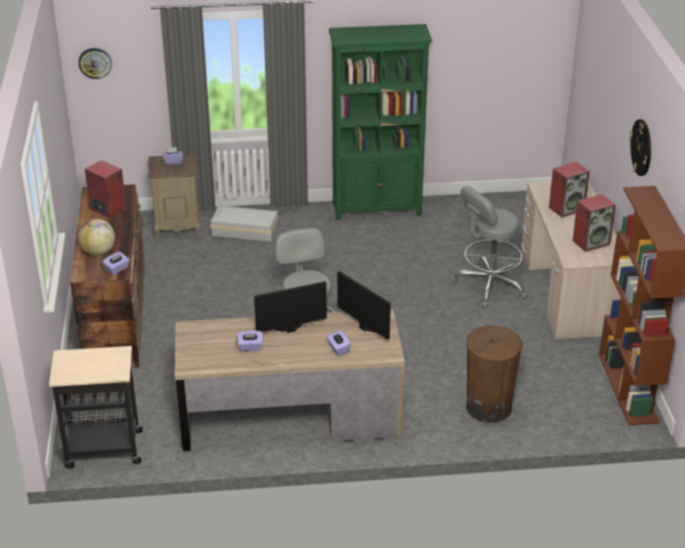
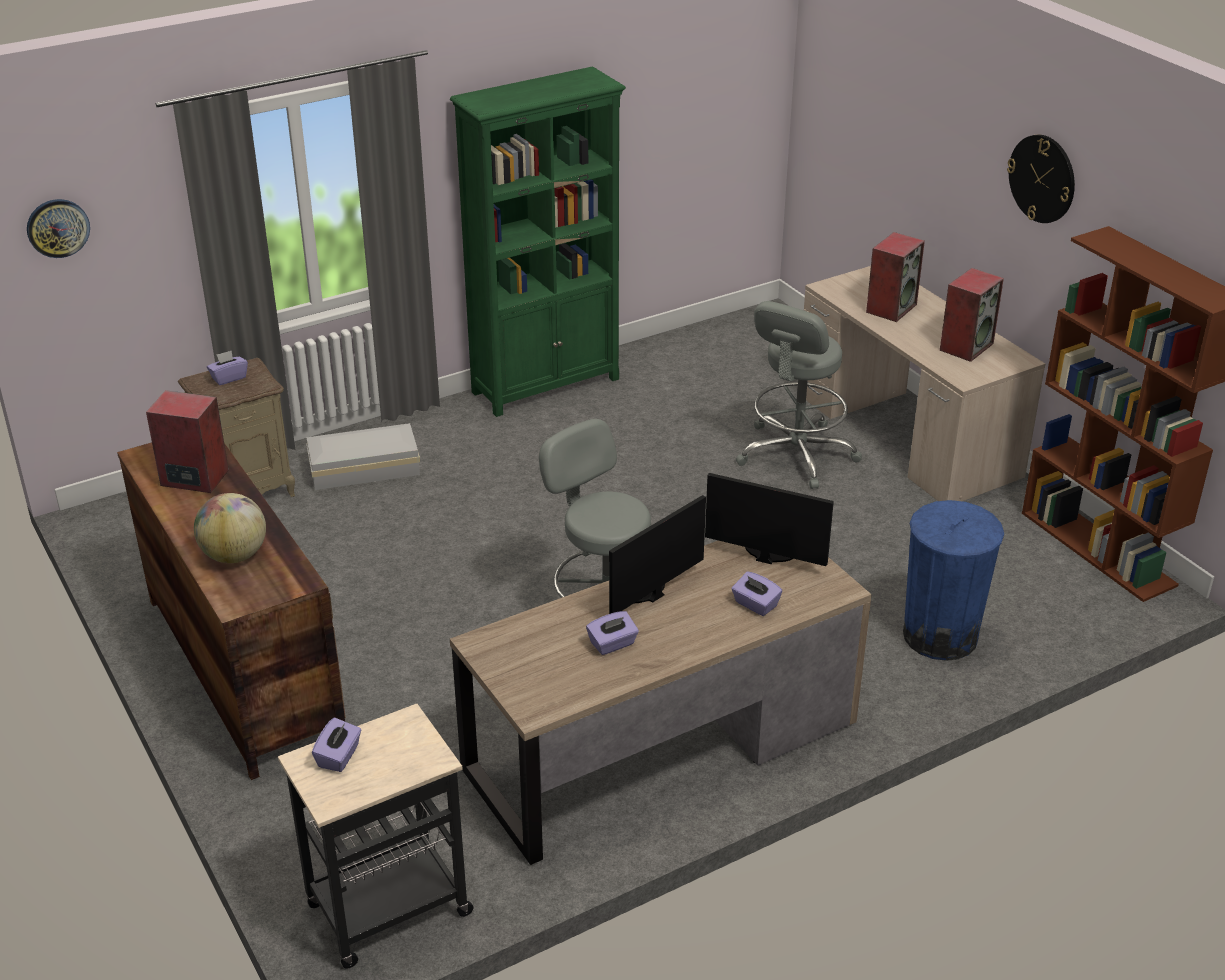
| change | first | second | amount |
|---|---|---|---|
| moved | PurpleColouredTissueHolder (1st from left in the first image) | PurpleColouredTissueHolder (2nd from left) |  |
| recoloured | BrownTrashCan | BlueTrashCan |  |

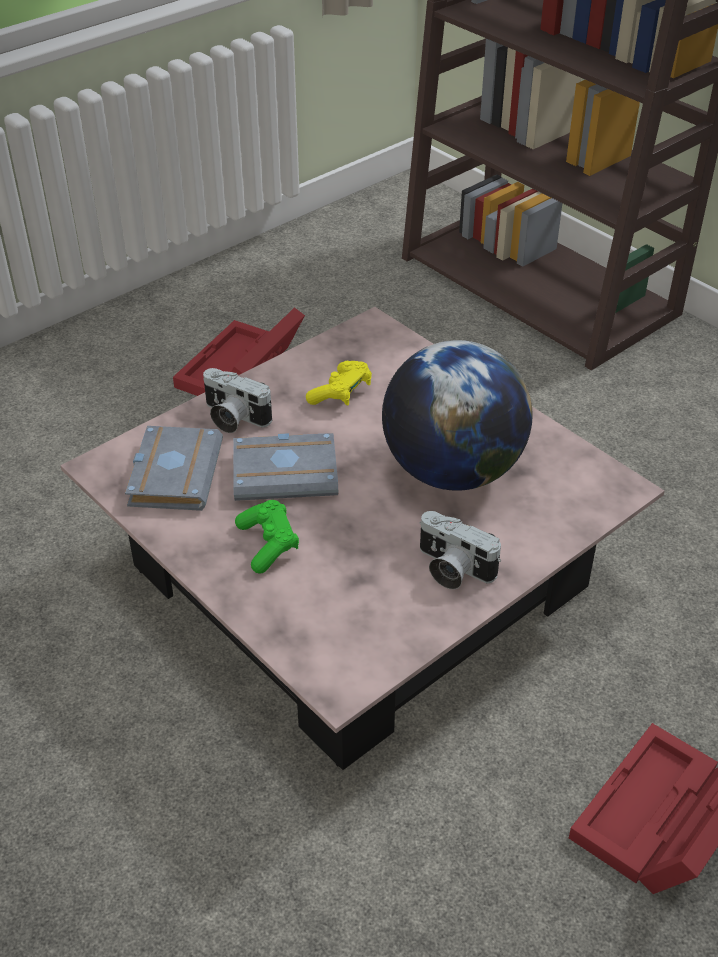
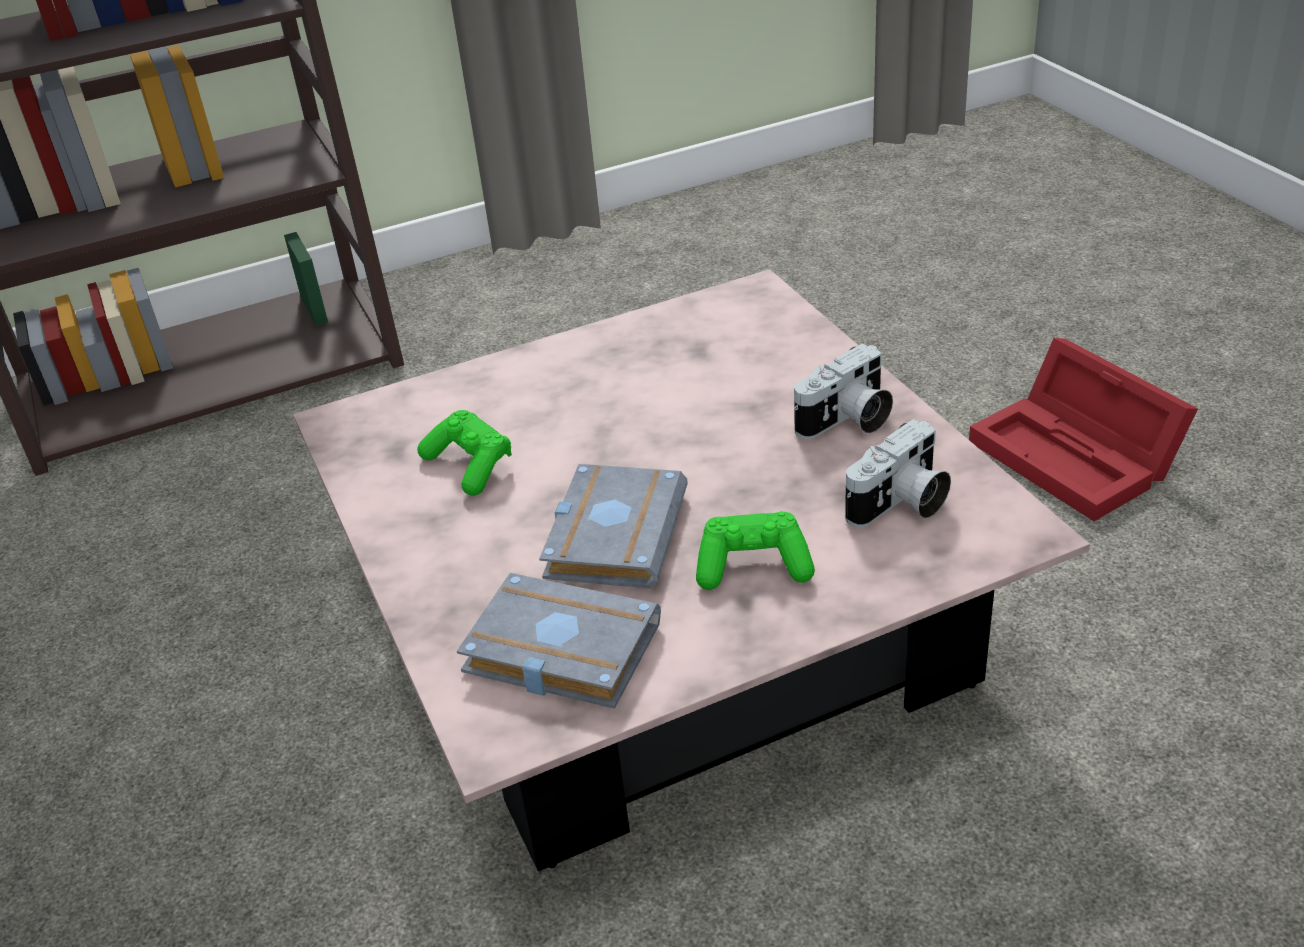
| change | first | second | amount |
|---|---|---|---|
| removed | RedColouredStorageContainer (1st from left) |  |  |
| removed | Globe |  |  |
| recoloured | YellowColouredJoypad | GreenishJoypad (1st from left) |  |
| moved | StillCamera (1st from left in the first image) | StillCamera (2nd from left) |  |

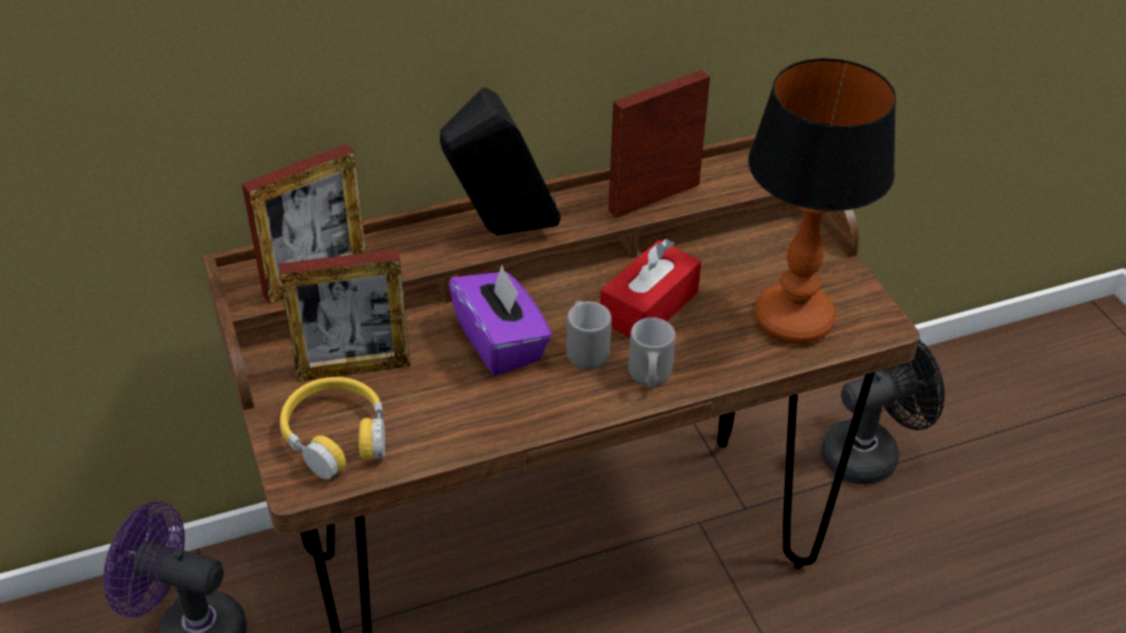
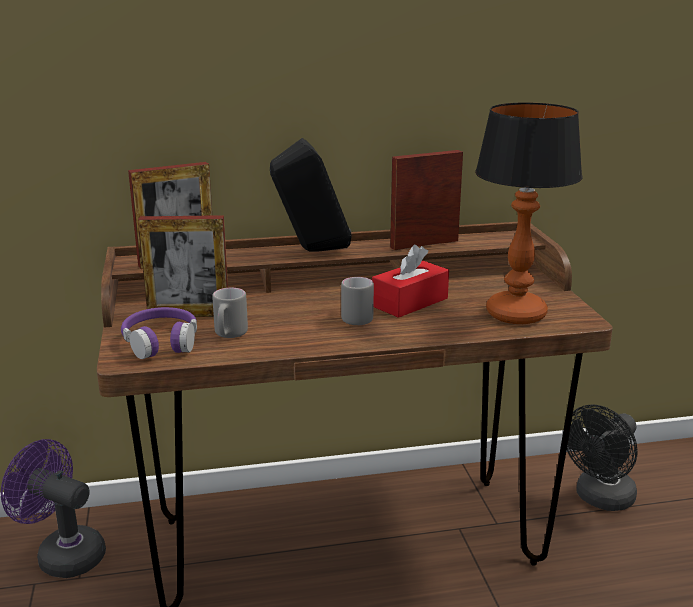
| change | first | second | amount |
|---|---|---|---|
| removed | PurpleColouredTissueHolder |  |  |
| moved | GreyMug (2nd from left in the first image) | GreyMug (1st from left) |  |
| turned | BlackCoolingFan |  | 150 degrees clockwise |
| recoloured | YellowColouredHeadset | PurpleColouredHeadset |  |

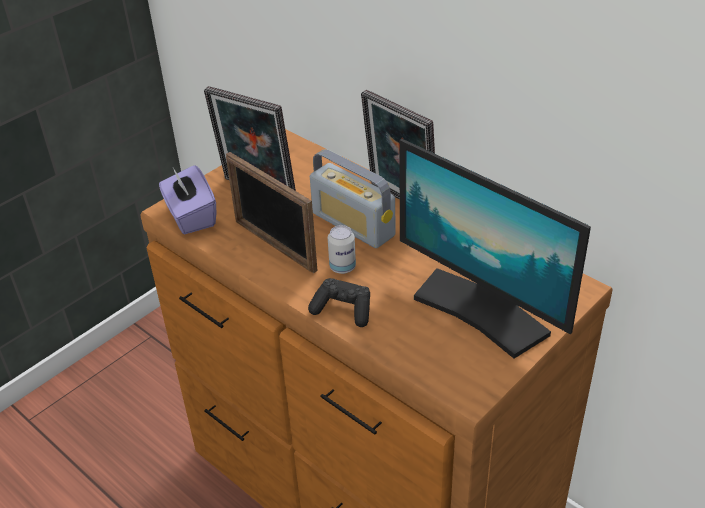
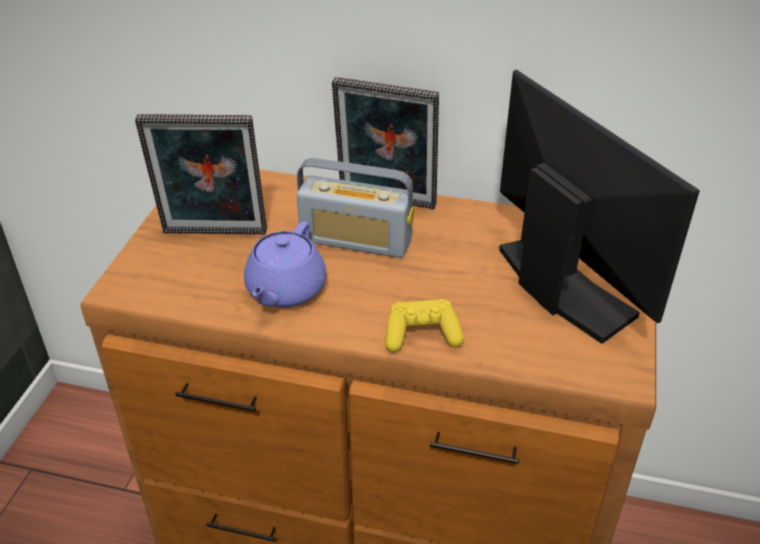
| change | first | second | amount |
|---|---|---|---|
| turned | Monitor |  | 135 degrees counterclockwise |
| replaced | PictureFrame (2nd from left) | PurpleColouredTeaPot |  |
| removed | PurpleColouredTissueHolder |  |  |
| removed | Can |  |  |
| recoloured | BlackJoypad | YellowColouredJoypad |  |

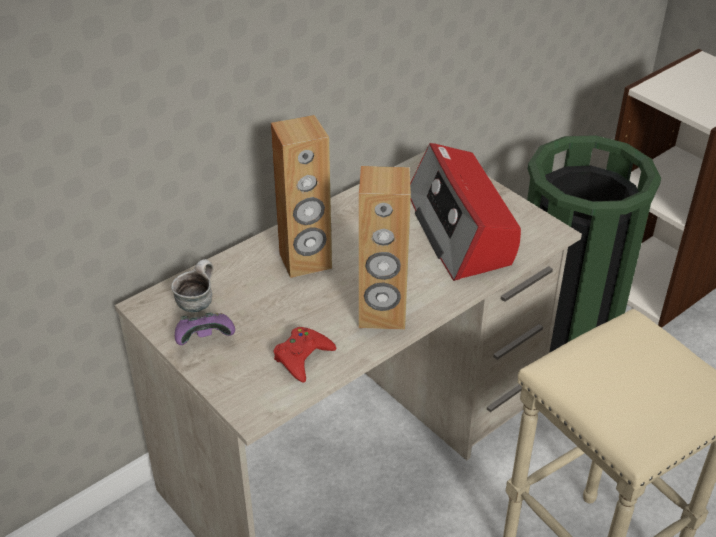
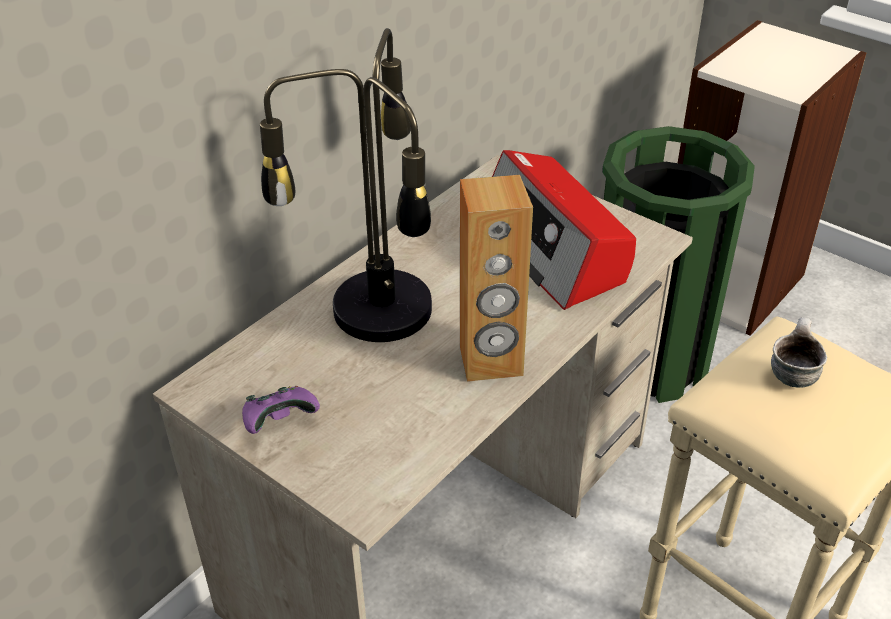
| change | first | second | amount |
|---|---|---|---|
| replaced | BrownSpeaker (1st from left) | TableLamp |  |
| moved | Mug |  |  |
| removed | RedColouredJoypad |  |  |

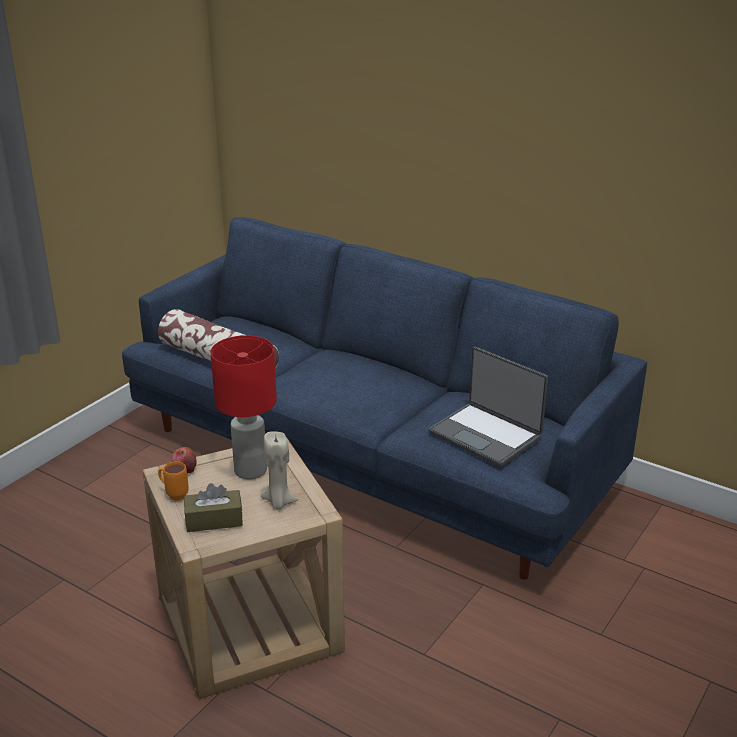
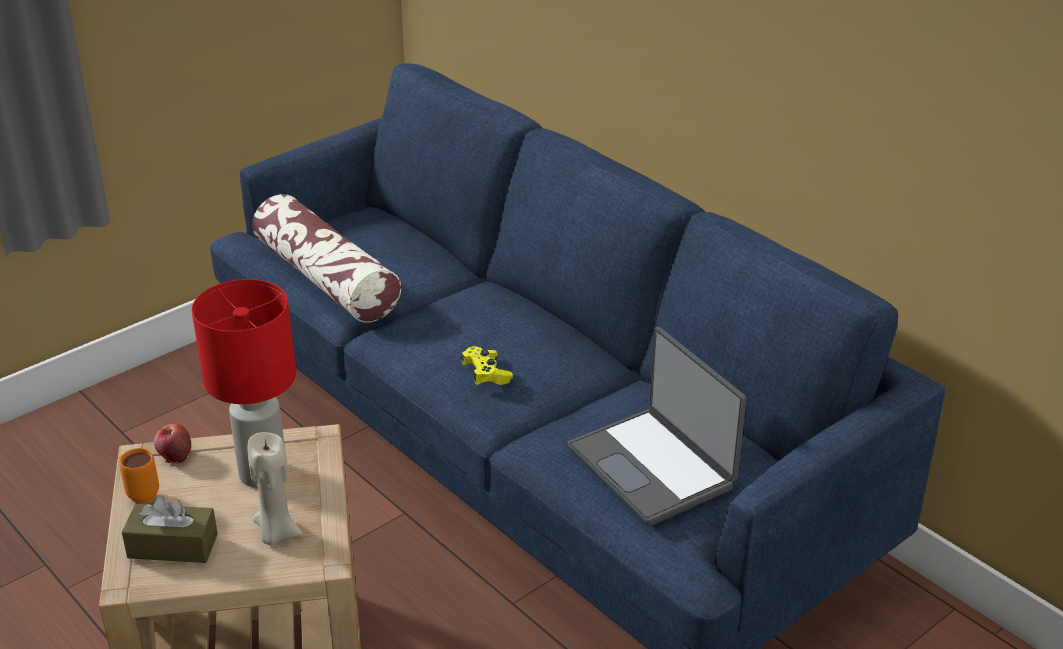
| change | first | second | amount |
|---|---|---|---|
| added |  | YellowColouredJoypad |  |

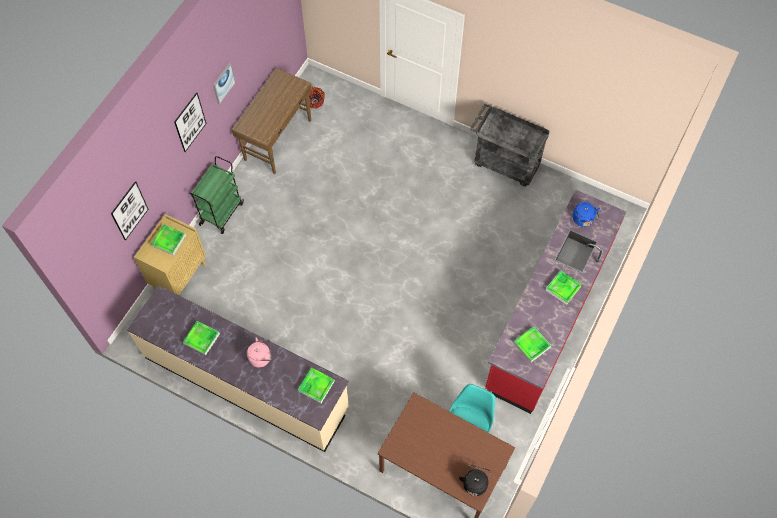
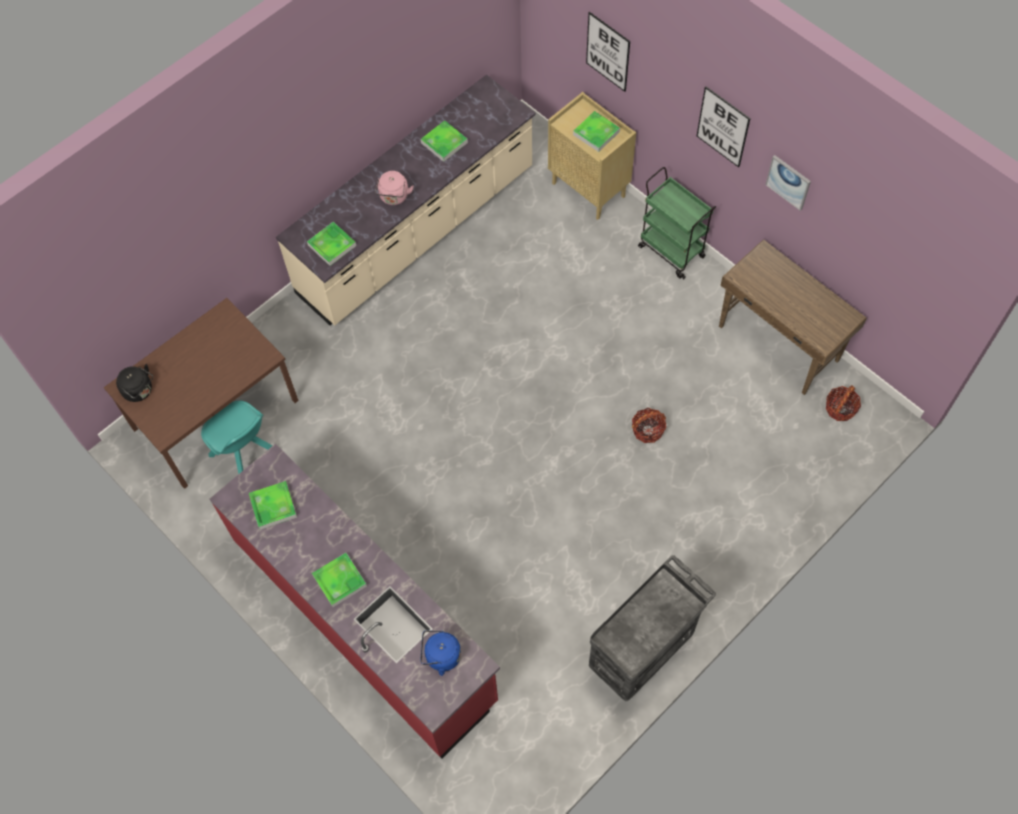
| change | first | second | amount |
|---|---|---|---|
| added |  | HouseholdBasket (1st from left) |  |

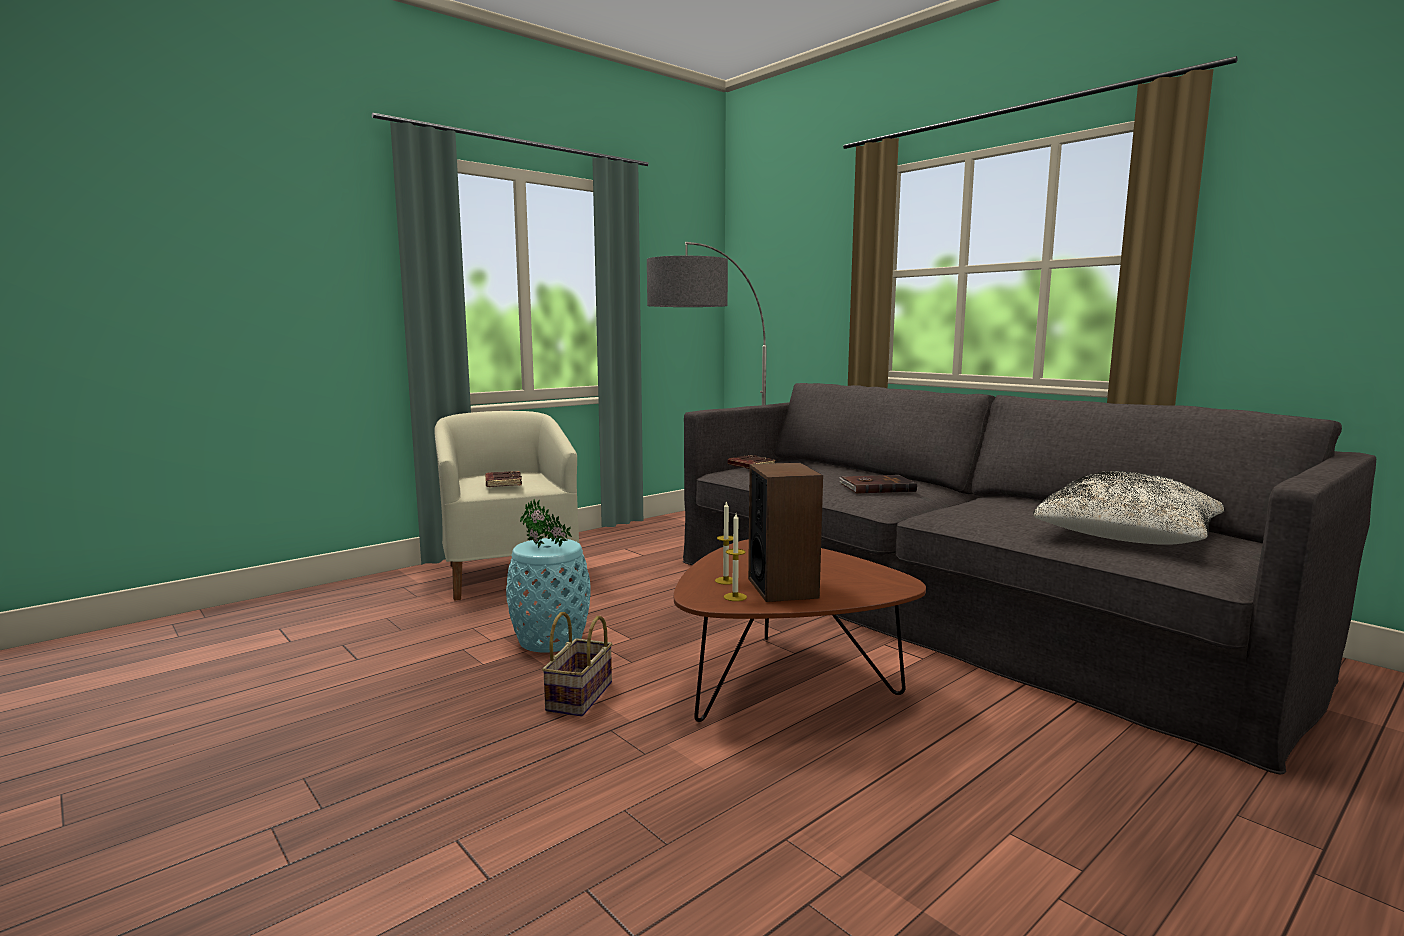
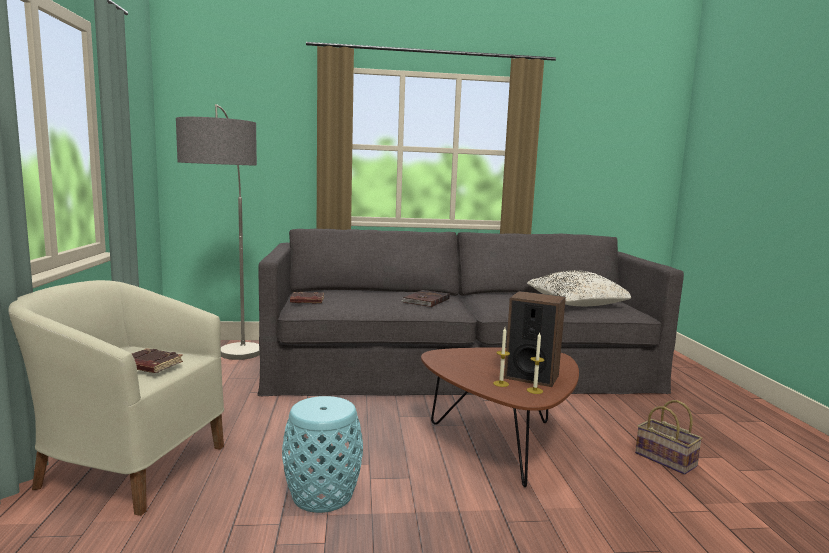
| change | first | second | amount |
|---|---|---|---|
| removed | PlantInAPot |  |  |
| moved | HouseholdBasket |  |  |

